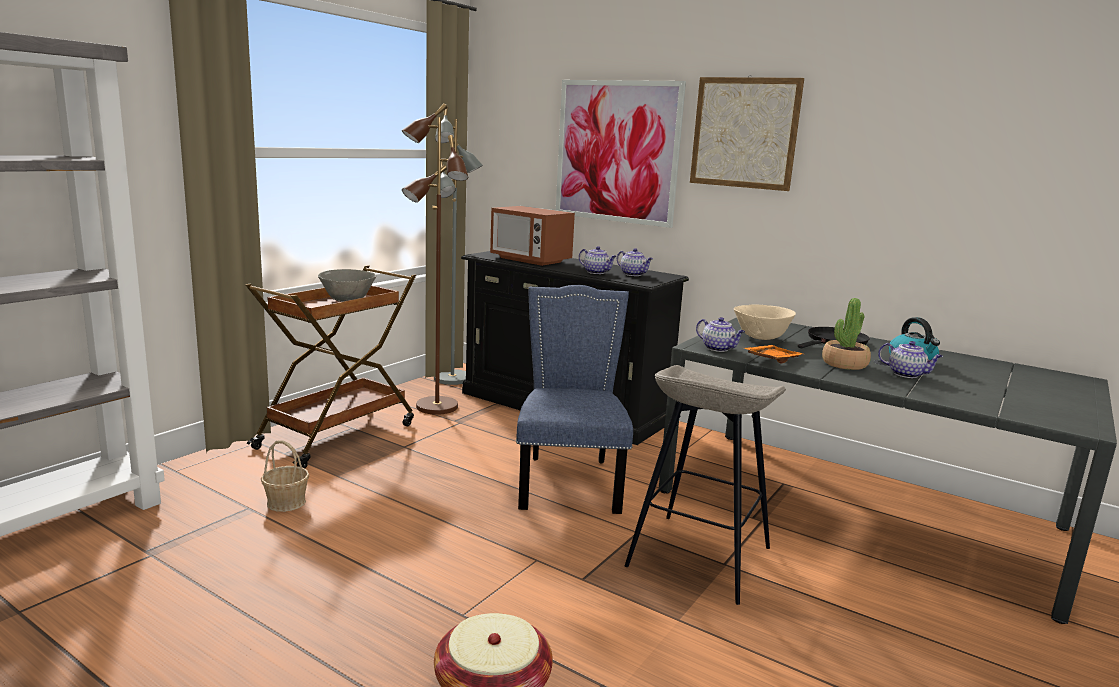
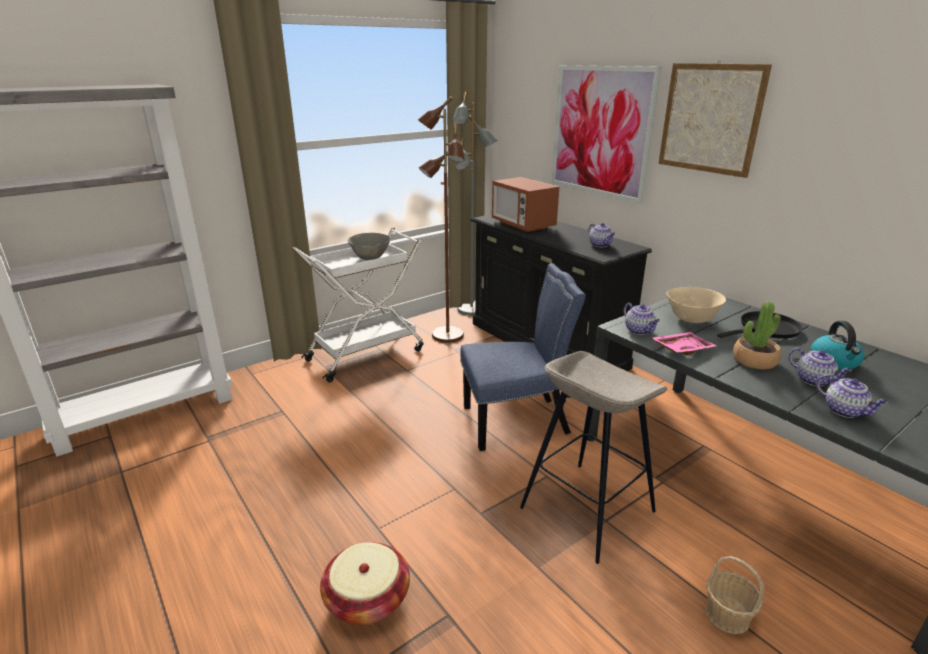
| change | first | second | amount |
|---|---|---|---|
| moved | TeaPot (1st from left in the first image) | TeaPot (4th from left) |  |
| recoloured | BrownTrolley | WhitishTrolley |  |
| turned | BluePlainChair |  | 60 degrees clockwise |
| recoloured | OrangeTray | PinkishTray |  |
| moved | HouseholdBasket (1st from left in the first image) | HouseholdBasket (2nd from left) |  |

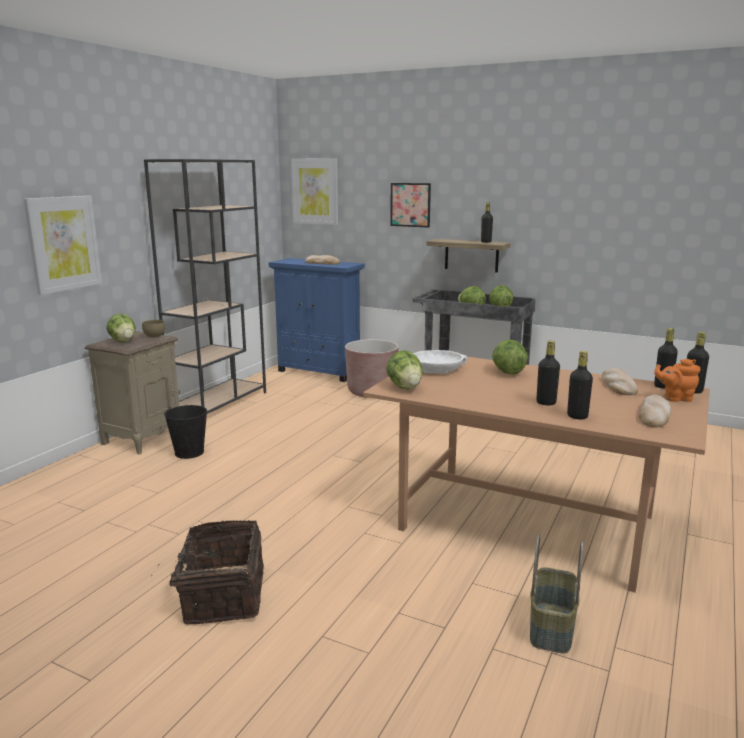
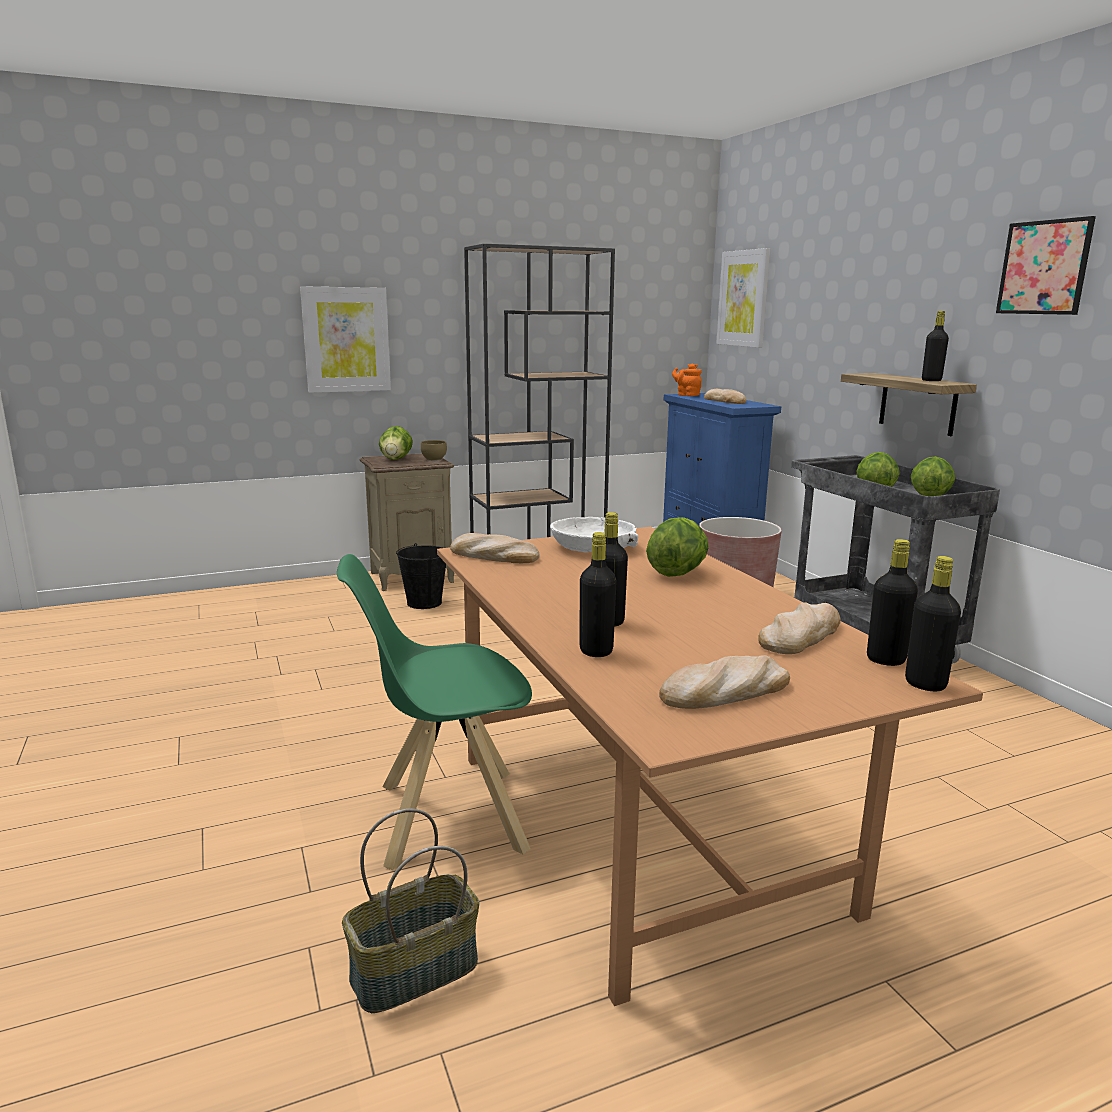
| change | first | second | amount |
|---|---|---|---|
| moved | WallPicture (3rd from left) |  |  |
| replaced | LettuceHead (2nd from left) | BakeryBread (1st from left) |  |
| moved | OrangeTeaPot |  |  |
| removed | HouseholdBasket (1st from left) |  |  |
| added |  | GreenishPlainChair |  |

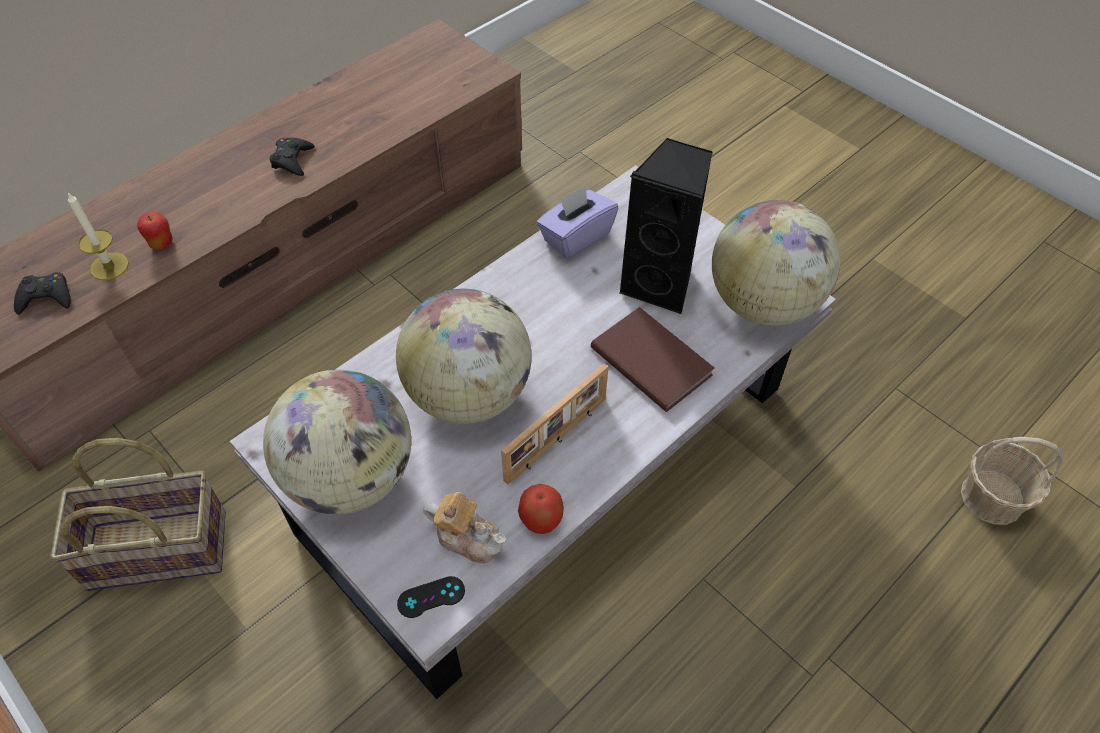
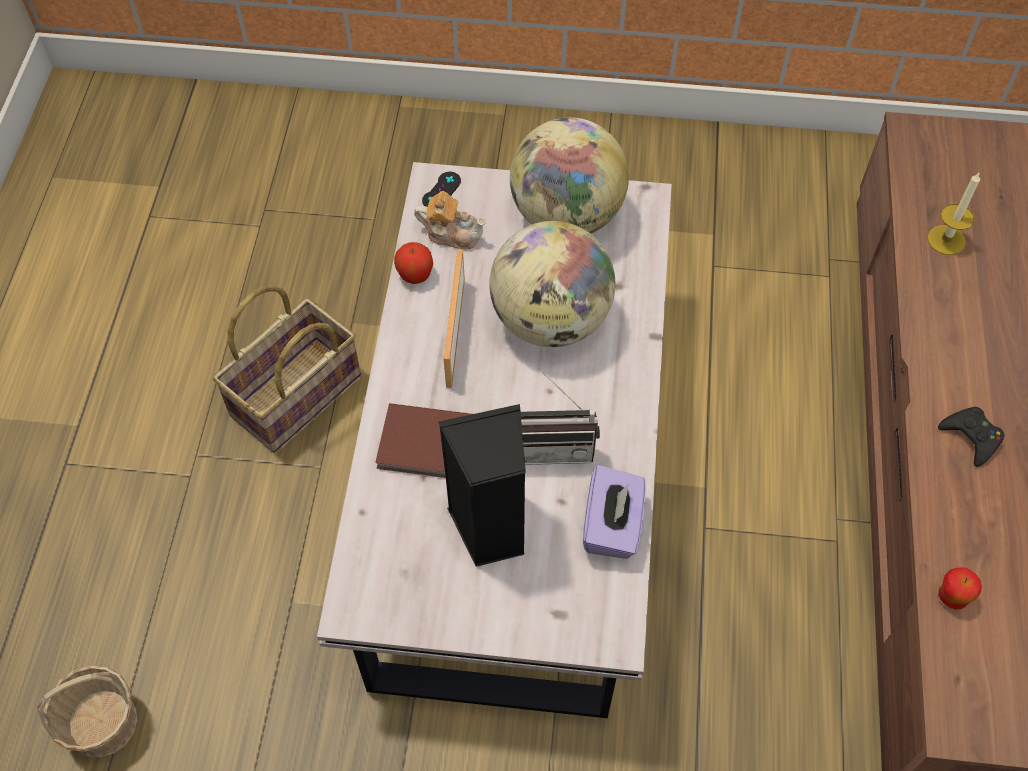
| change | first | second | amount |
|---|---|---|---|
| removed | Globe (3rd from left) |  |  |
| moved | Apple (1st from left in the first image) | Apple (2nd from left) |  |
| removed | BlackJoypad (1st from left) |  |  |
| moved | HouseholdBasket (1st from left in the first image) | HouseholdBasket (2nd from left) |  |
| turned | TeaPot |  | 150 degrees counterclockwise |
| added |  | Radio |  |

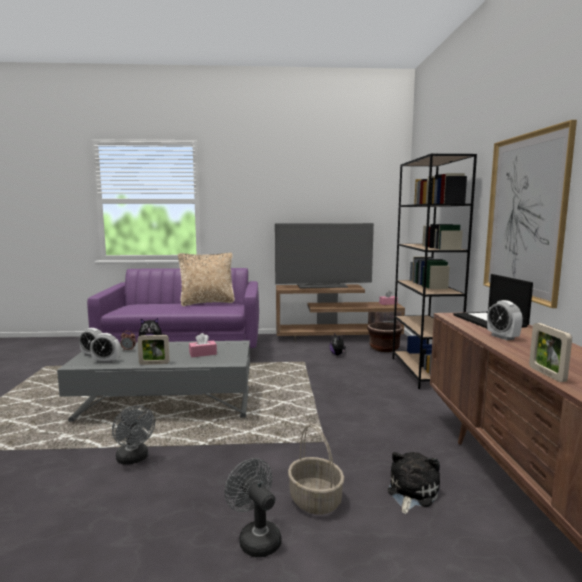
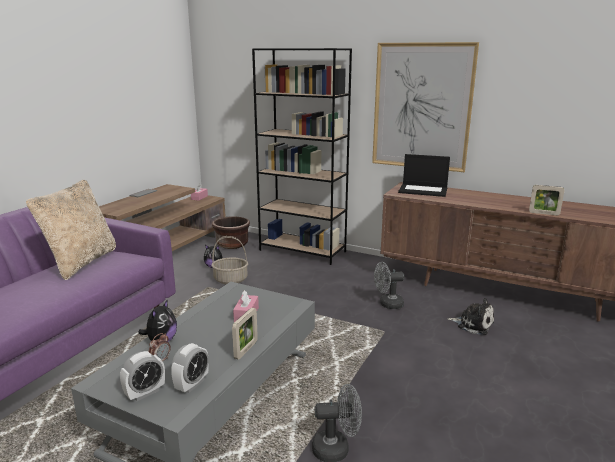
| change | first | second | amount |
|---|---|---|---|
| removed | TvSet |  |  |
| removed | BedsideClock (4th from left) |  |  |
| moved | HouseholdBasket |  |  |
| turned | SoftToy (3rd from left) |  | 150 degrees clockwise |
| moved | GreyCoolingFan (2nd from left) |  |  |

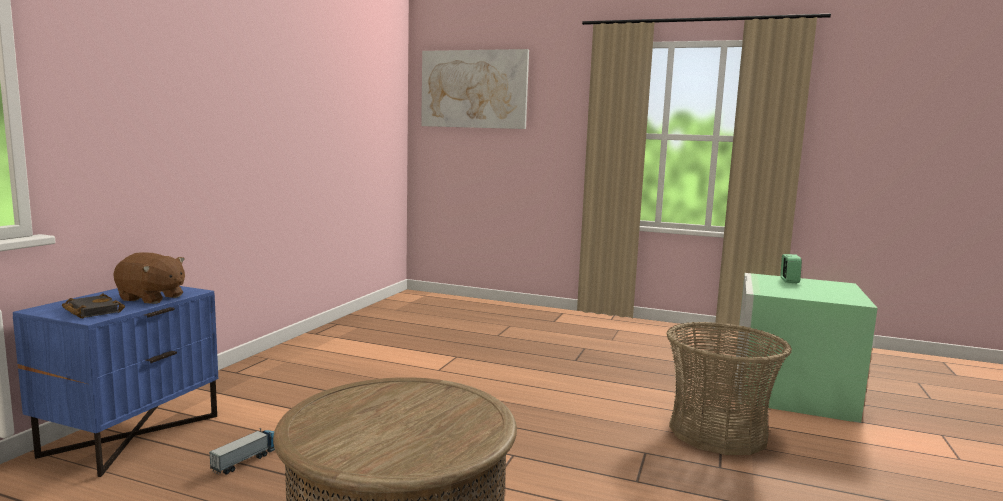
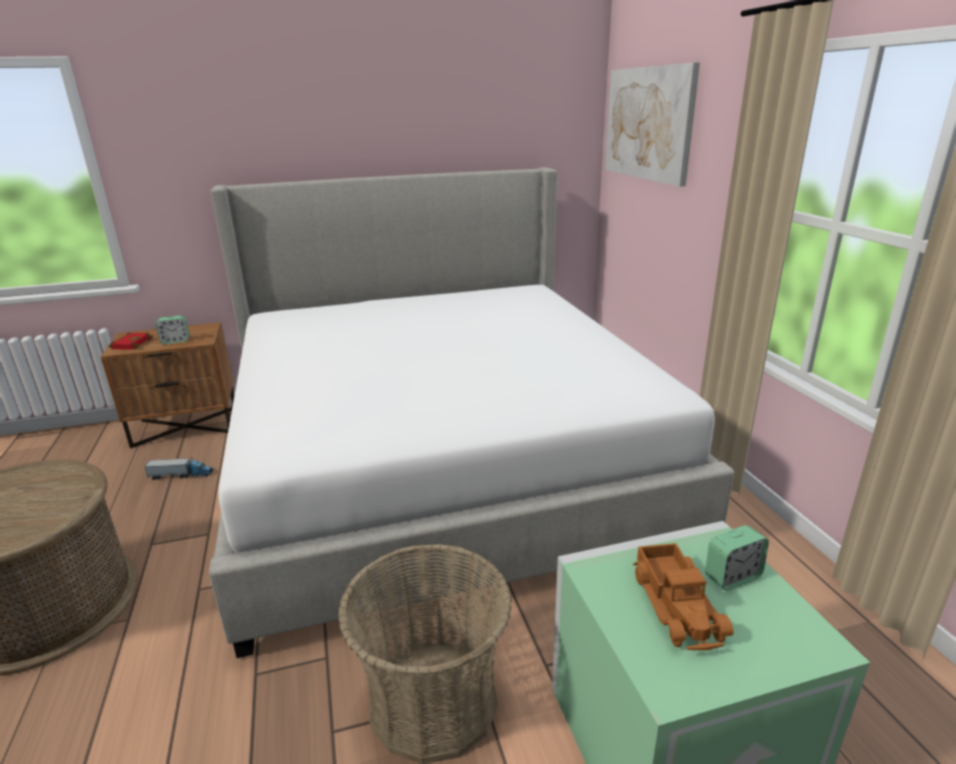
| change | first | second | amount |
|---|---|---|---|
| replaced | BrownSoftToy | BedsideClock (1st from left) |  |
| recoloured | BlueNightstand | BrownNightstand |  |
| recoloured | BlackBoundBook | RedColouredBoundBook |  |
| added |  | Bed |  |
| added |  | ToyTruck (2nd from left) |  |

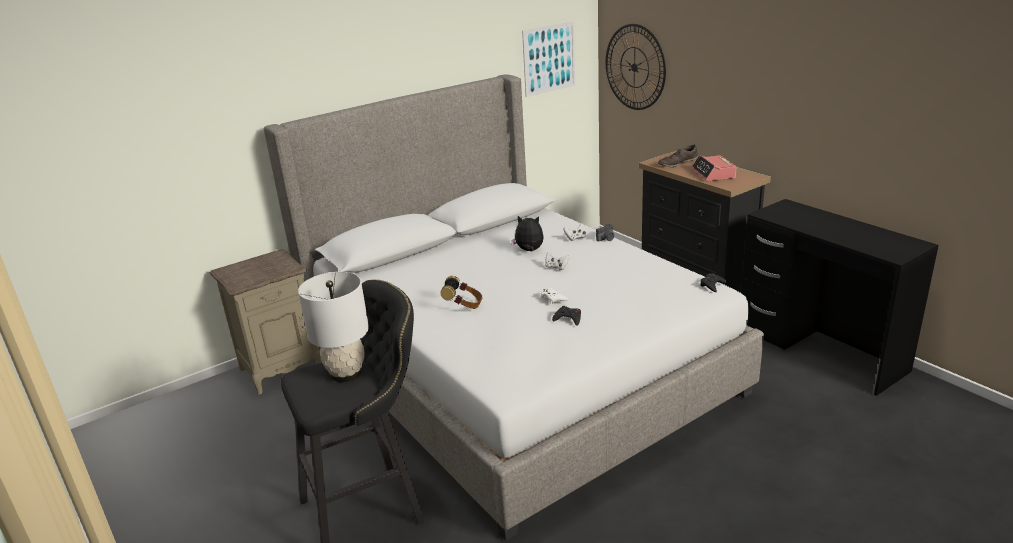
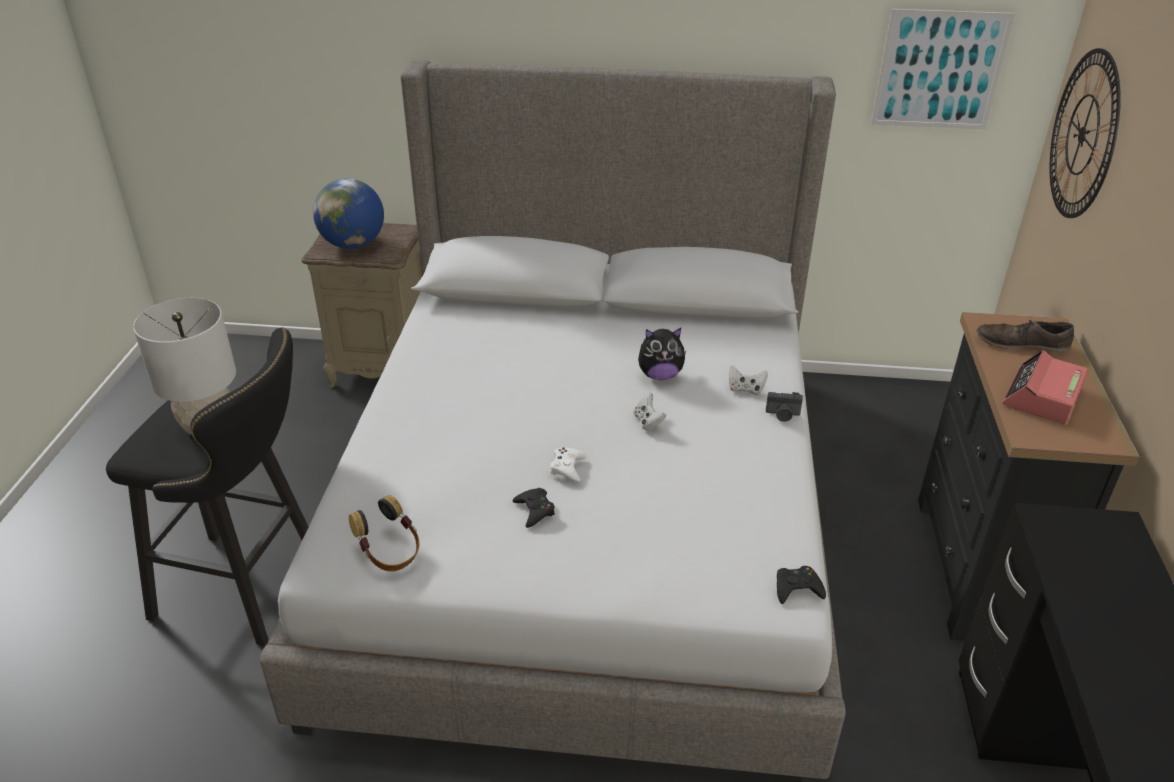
| change | first | second | amount |
|---|---|---|---|
| turned | SoftToy |  | 120 degrees clockwise |
| moved | Headset |  |  |
| added |  | Globe |  |

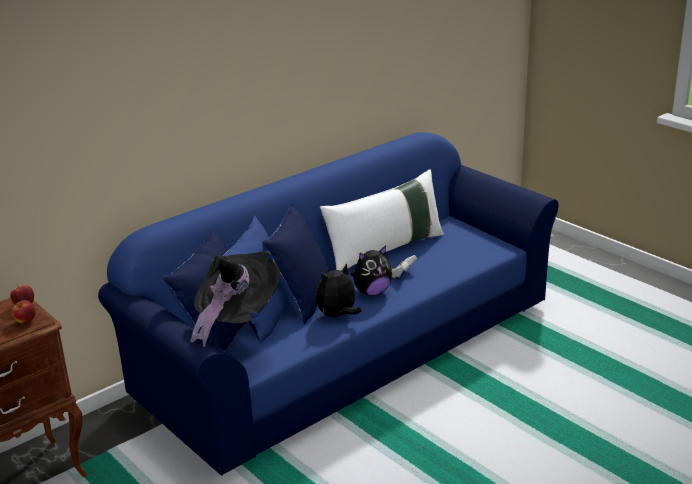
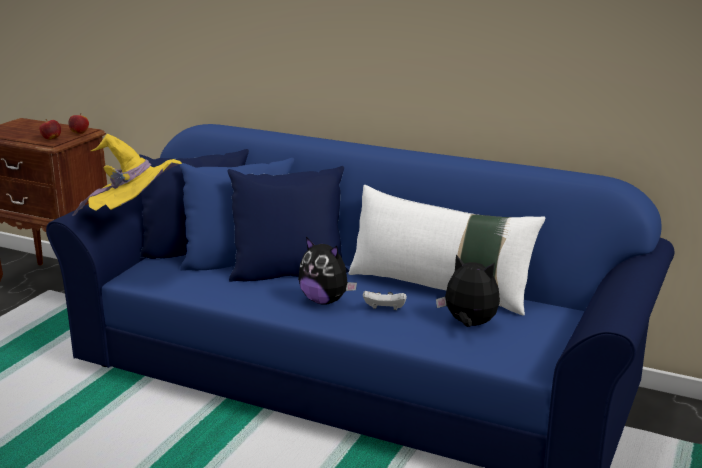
| change | first | second | amount |
|---|---|---|---|
| recoloured | BlackHat | YellowColouredHat |  |
| moved | SoftToy (1st from left in the first image) | SoftToy (2nd from left) |  |

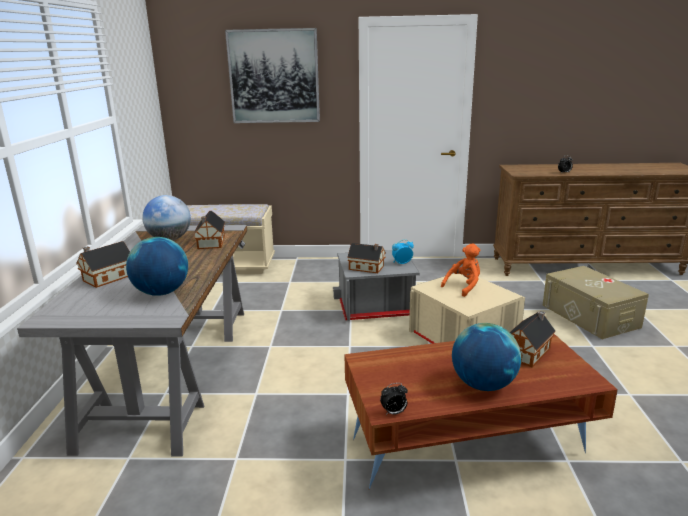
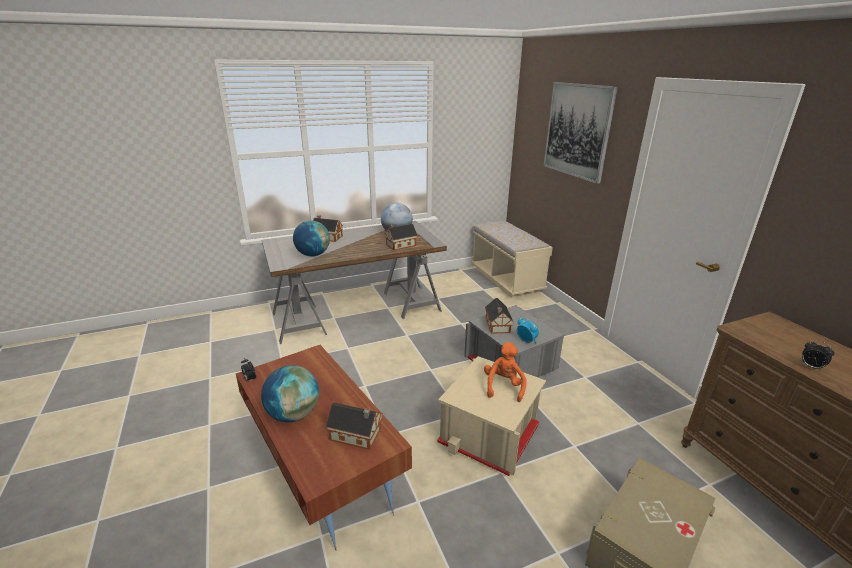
| change | first | second | amount |
|---|---|---|---|
| turned | OrangeSoftToy |  | 105 degrees counterclockwise |

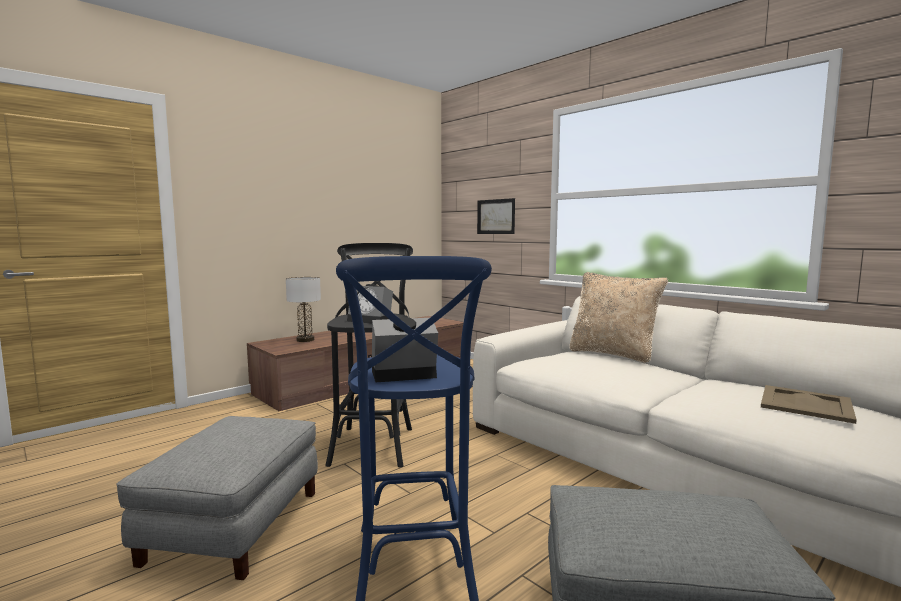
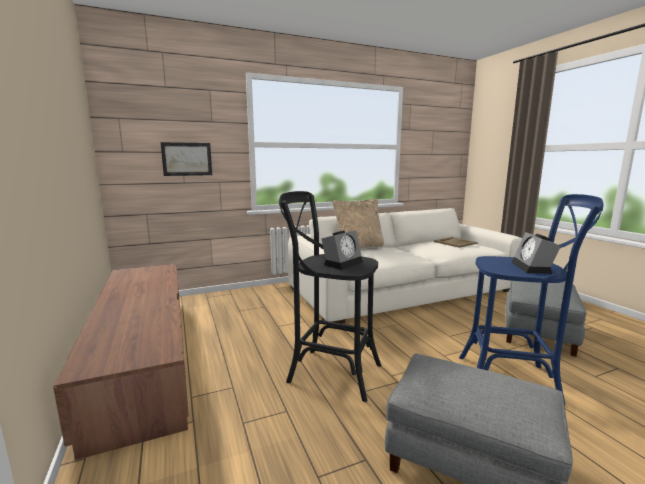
| change | first | second | amount |
|---|---|---|---|
| removed | TableLamp |  |  |

